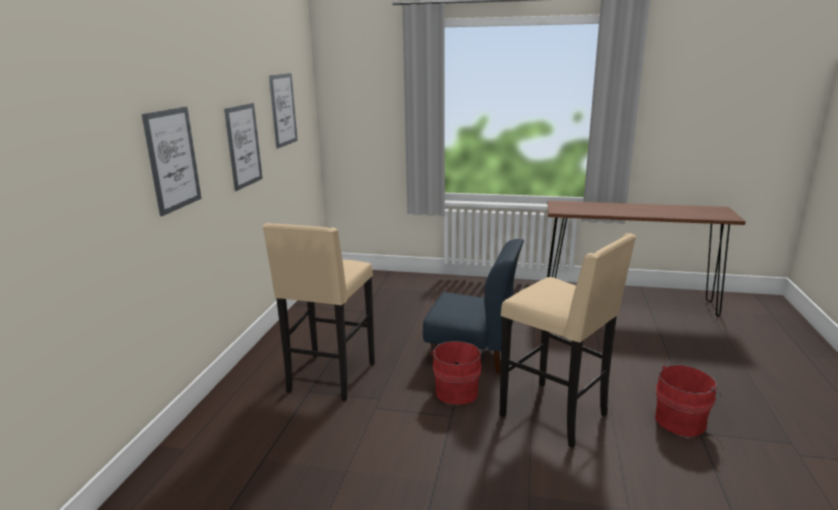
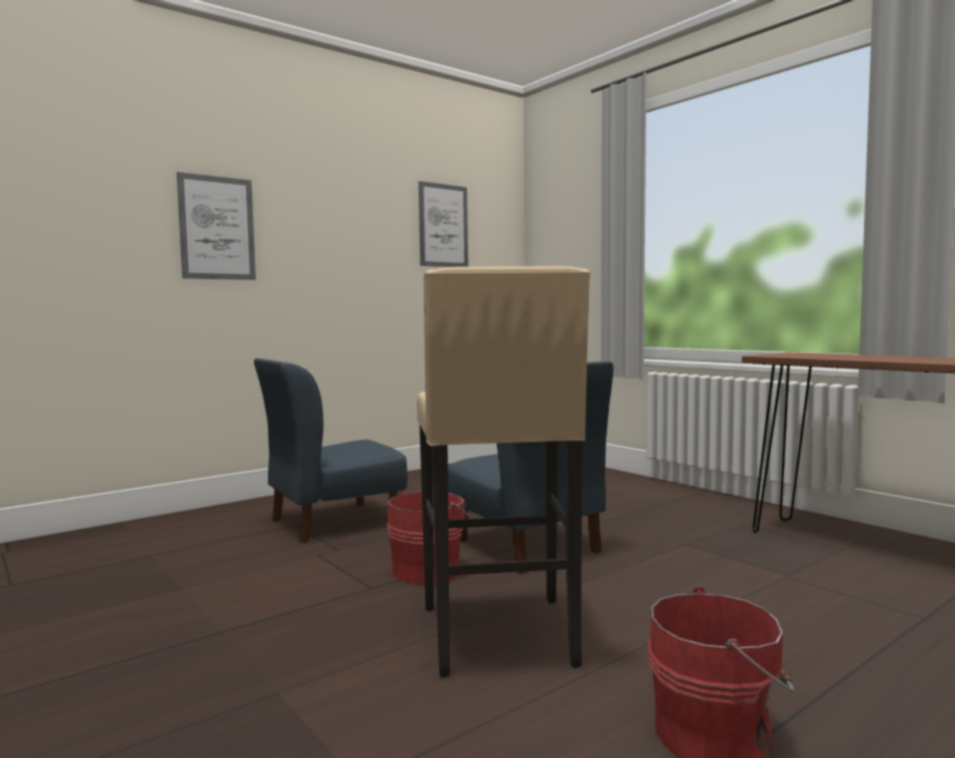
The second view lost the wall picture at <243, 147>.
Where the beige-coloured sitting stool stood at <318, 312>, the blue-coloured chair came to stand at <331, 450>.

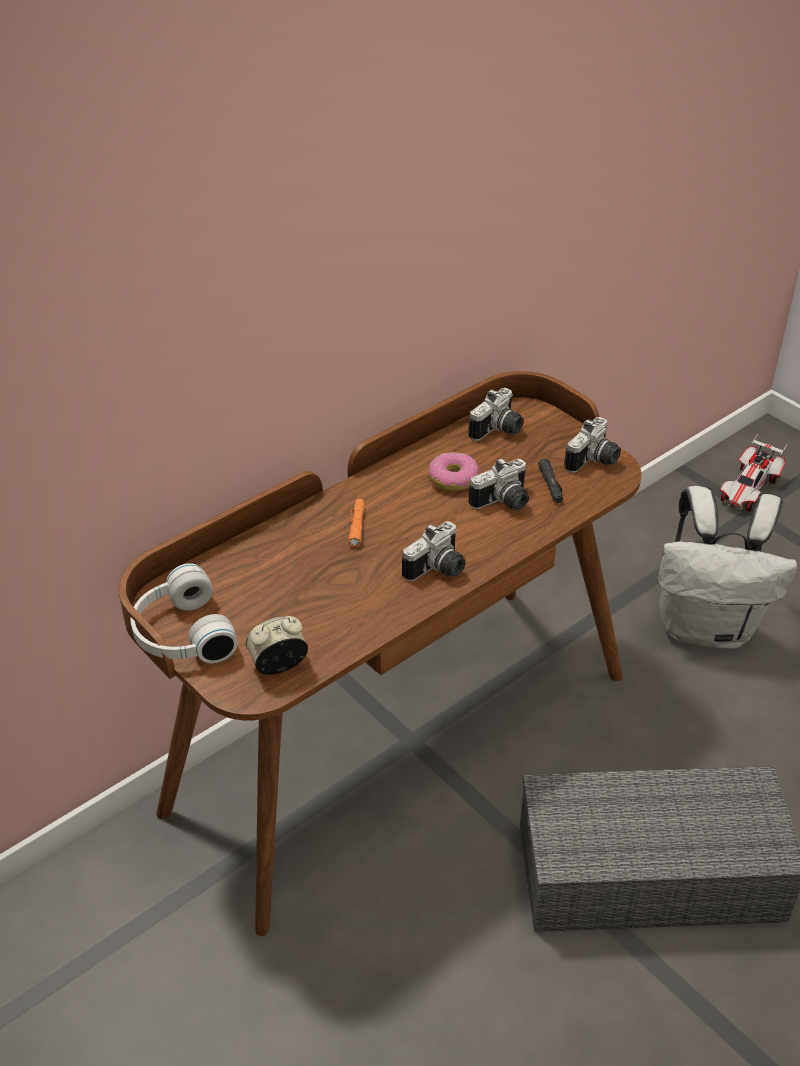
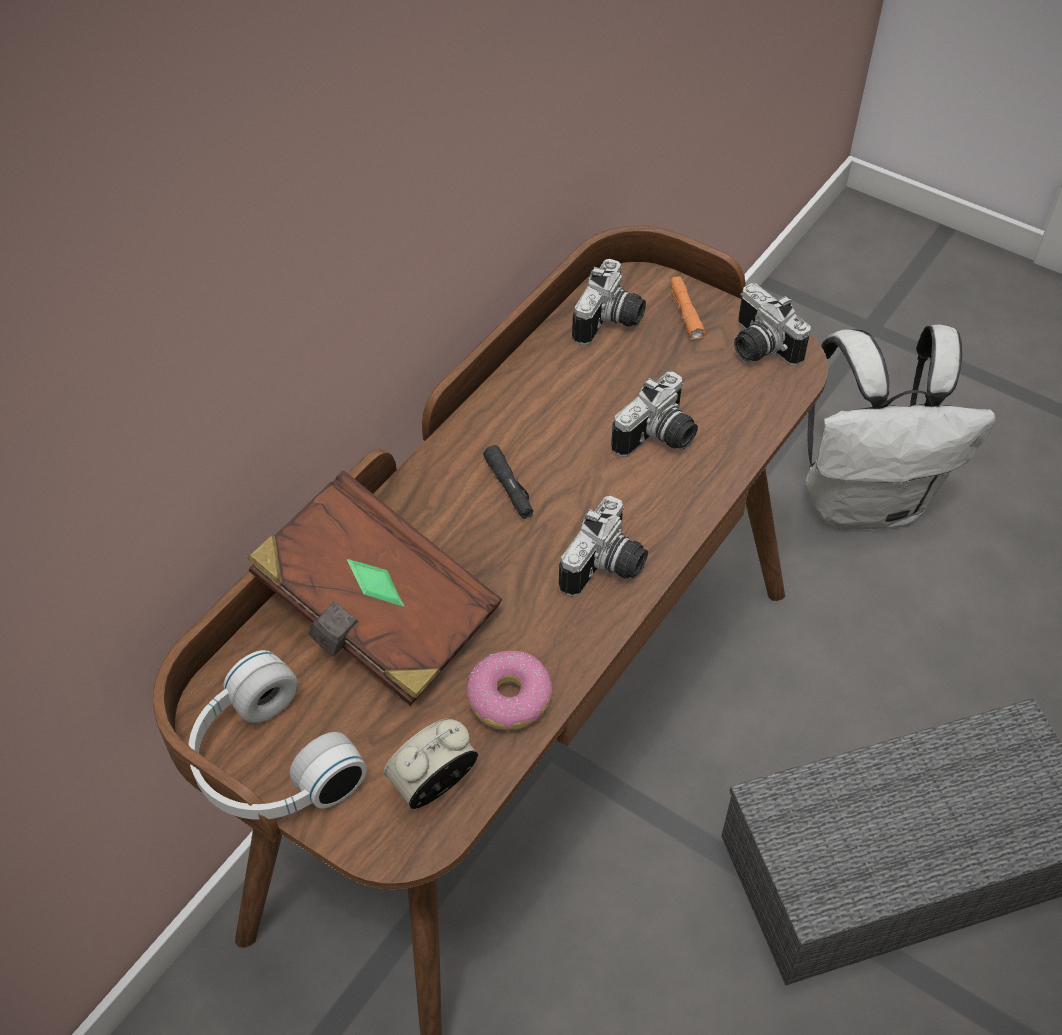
The second view lost the model car at <753, 473>.
The second view gained the brown-coloured volume at <375, 588>.
The orange-coloured hand torch ended up elsewhere, having gone from <356, 523> to <688, 308>.
The doughnut ended up elsewhere, having gone from <454, 471> to <509, 690>.
The blackish hand torch ended up elsewhere, having gone from <550, 480> to <508, 482>.
The still camera at <592, 445> ended up facing another way, 120 degrees clockwise from before.

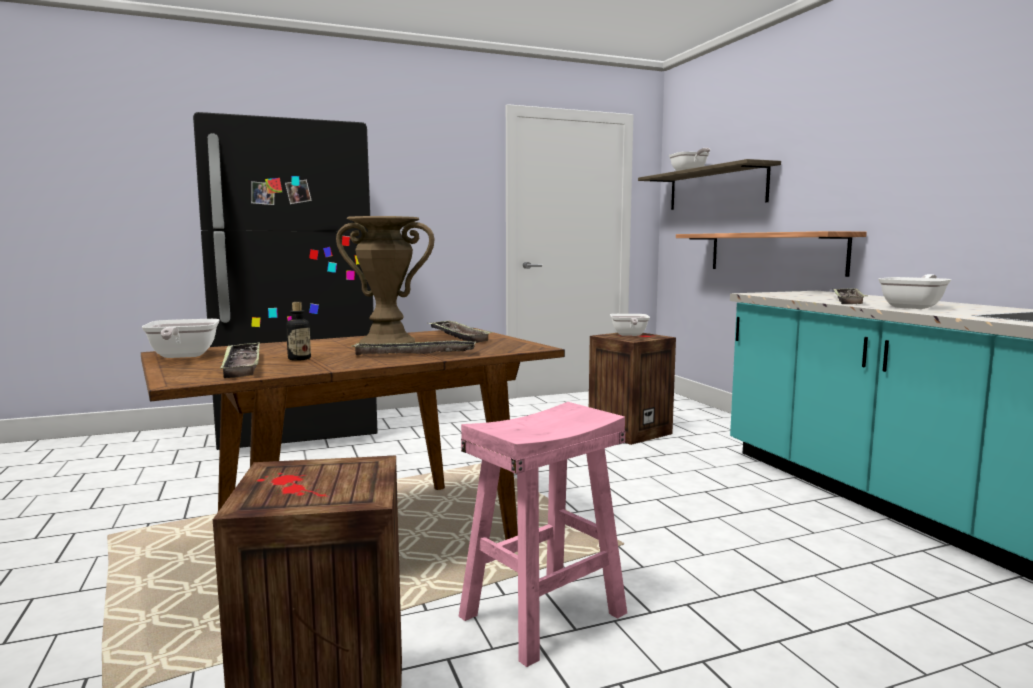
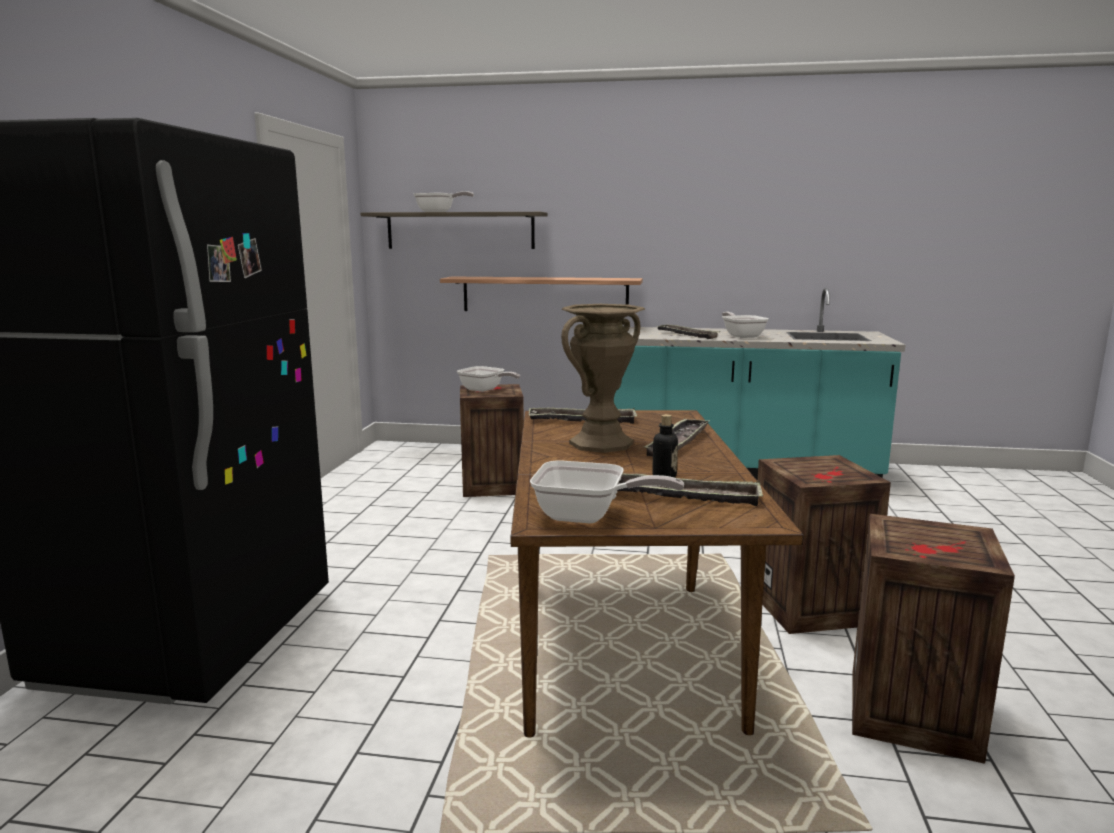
Where the pinkish sitting stool stood at <543, 534>, the shipping crate came to stand at <824, 544>.

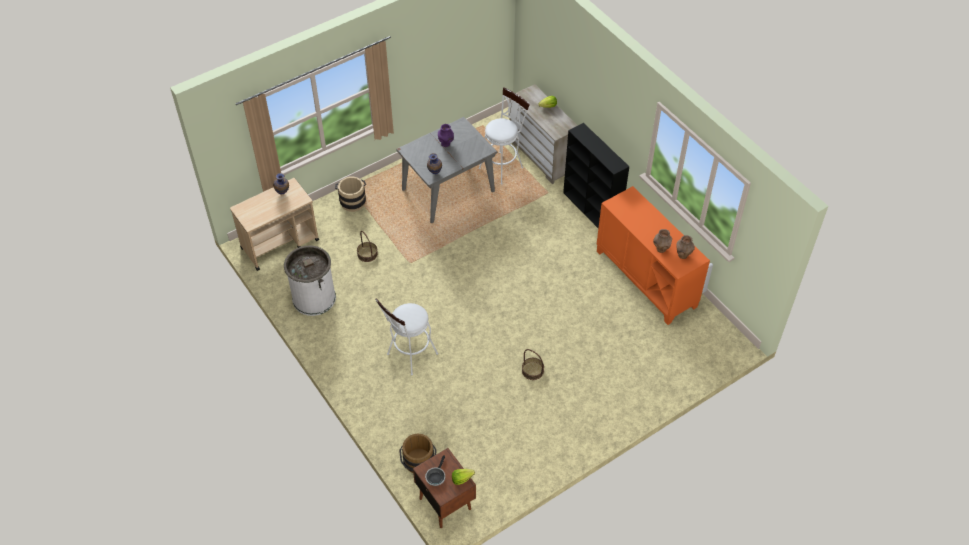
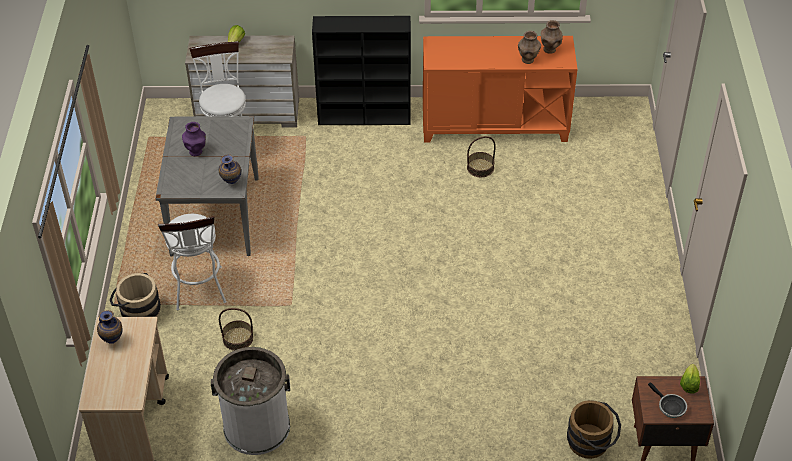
The white sitting stool ended up elsewhere, having gone from <406, 336> to <192, 262>.
The household basket ended up elsewhere, having gone from <533, 364> to <481, 156>.

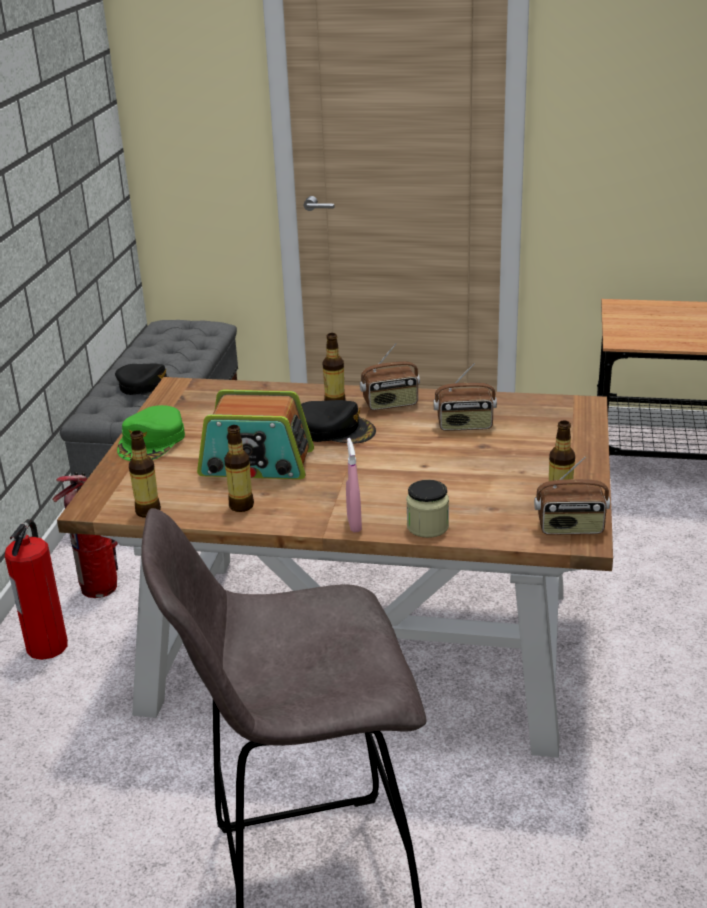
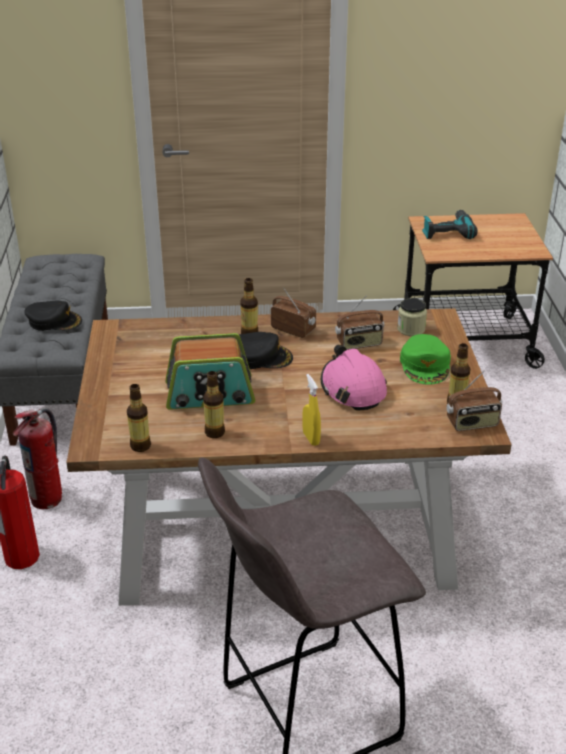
The second view gained the pinkish work helmet at <354, 377>.
The second view gained the drill at <450, 224>.
The green cap ended up elsewhere, having gone from <151, 433> to <425, 359>.
The preserve jar ended up elsewhere, having gone from <427, 509> to <412, 317>.
What was the pinkish spray bottle at <354, 485> turned into the yellow spray bottle at <311, 410>.
The radio receiver at <390, 376> ended up facing another way, 120 degrees counterclockwise from before.

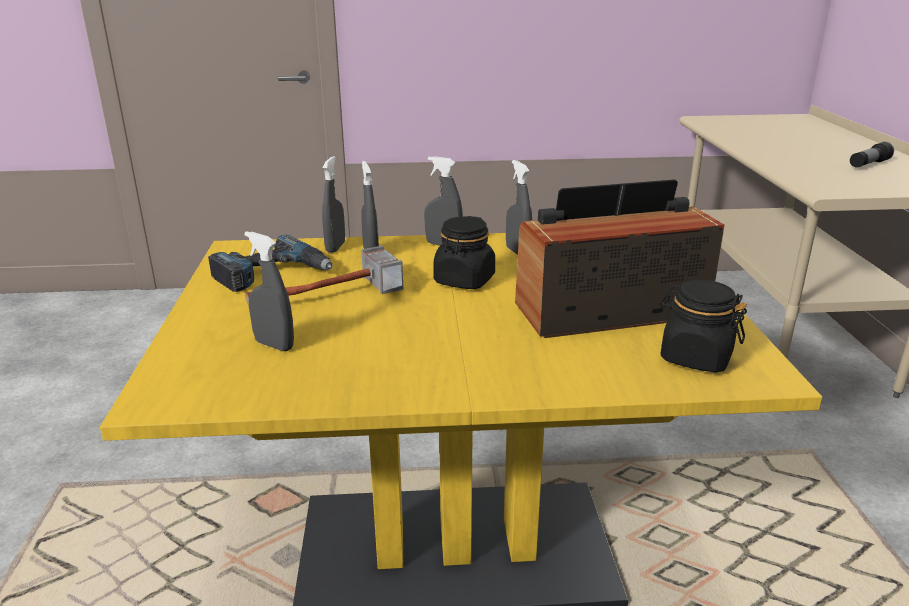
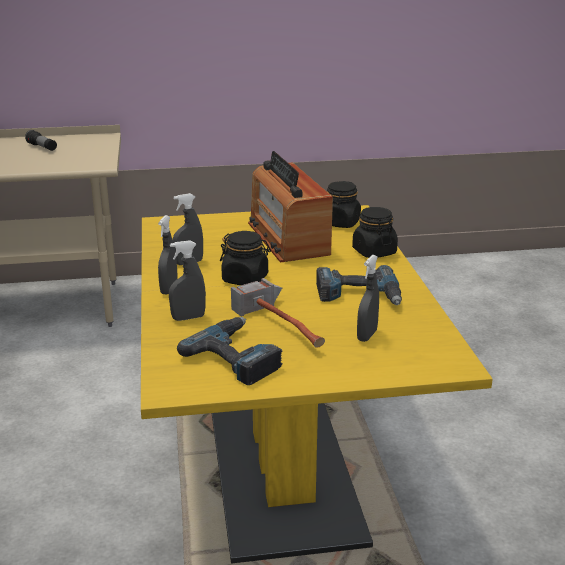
The second view lost the gray spray bottle at <333, 204>.
The second view gained the drill at <359, 285>.
The second view gained the blackish preserve jar at <375, 232>.

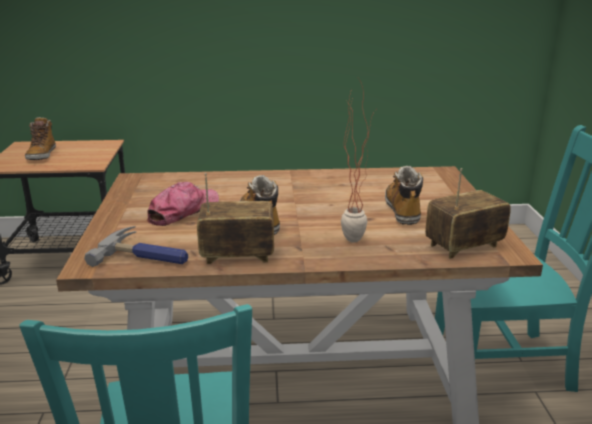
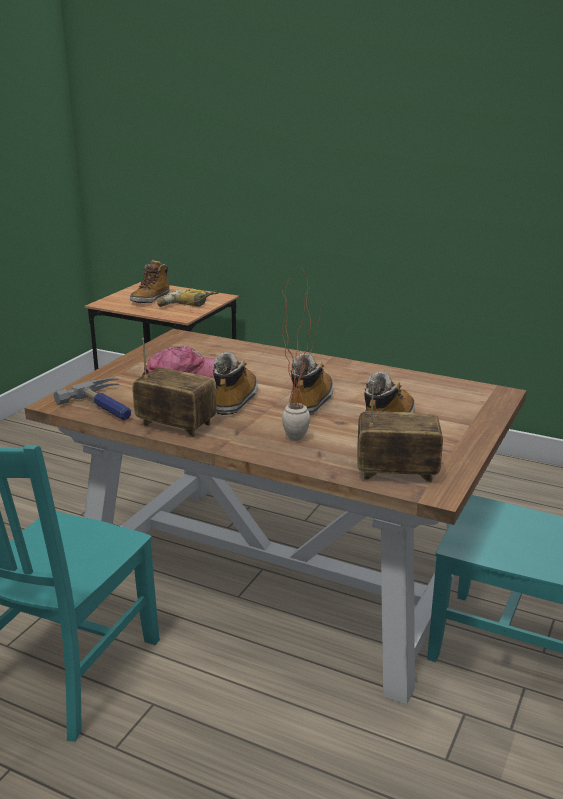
The second view gained the drill at <188, 298>.
The second view gained the high-top boot at <311, 384>.

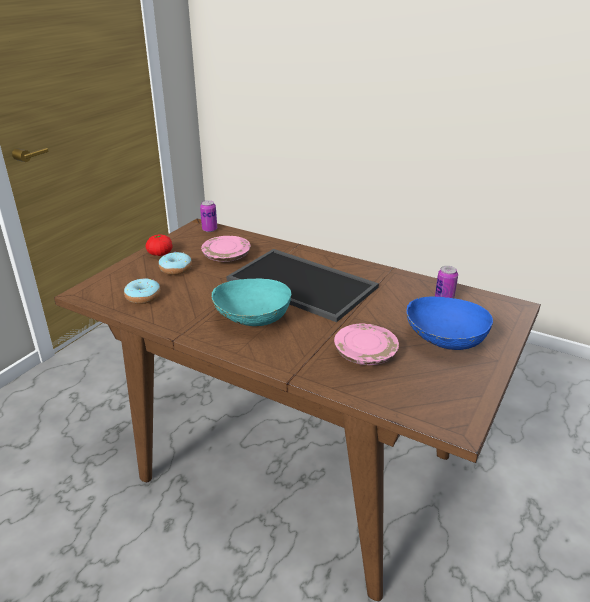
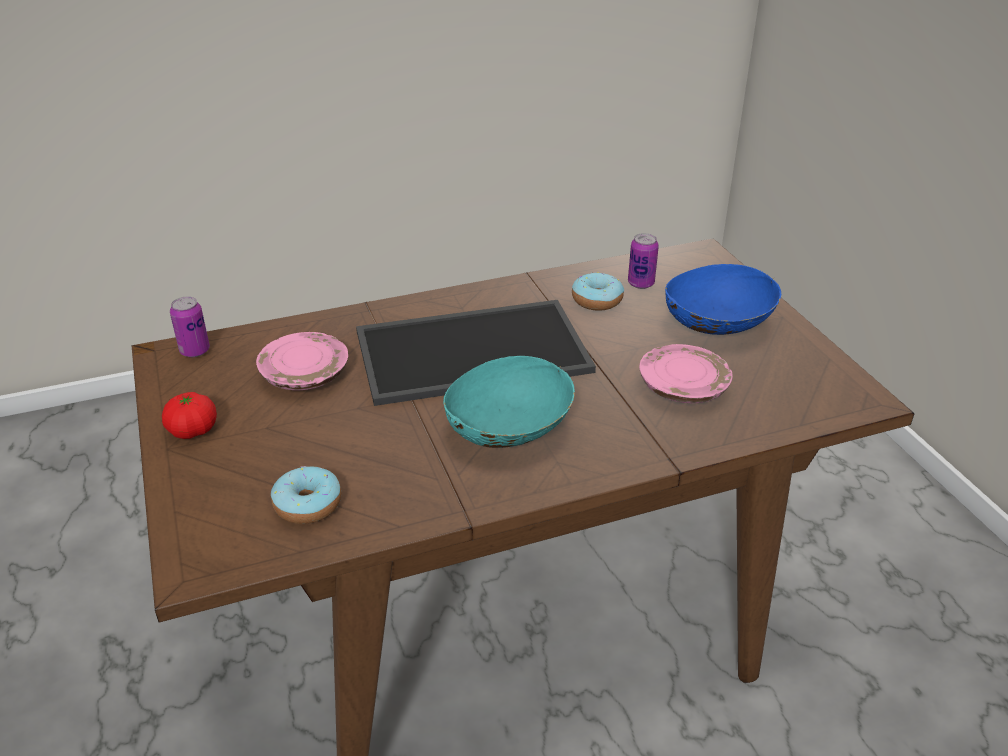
The doughnut ended up elsewhere, having gone from <175, 263> to <598, 291>.

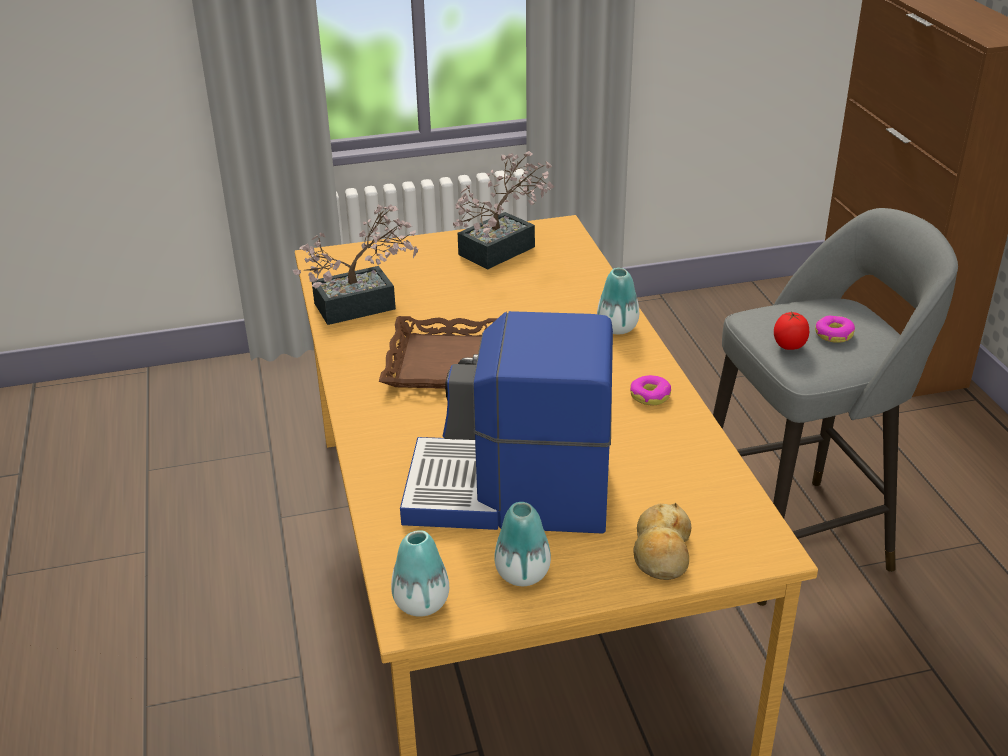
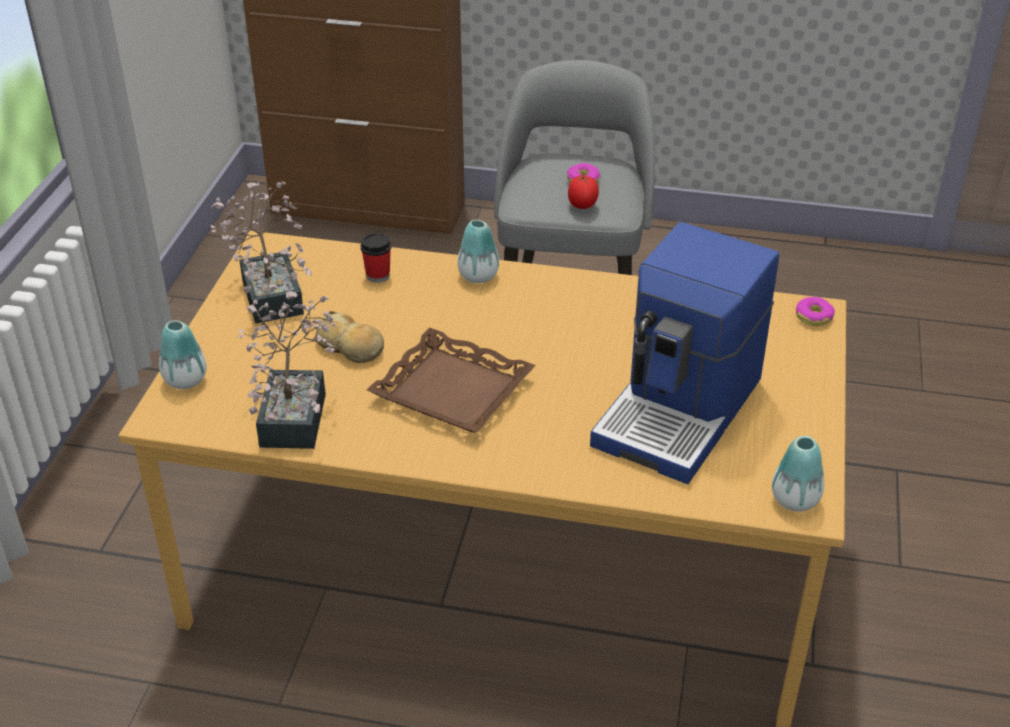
The second view gained the drinking cup at <375, 258>.
The flower vase ended up elsewhere, having gone from <522, 544> to <183, 354>.
The doughnut ended up elsewhere, having gone from <650, 390> to <815, 311>.
The baked bread ended up elsewhere, having gone from <662, 541> to <349, 337>.

